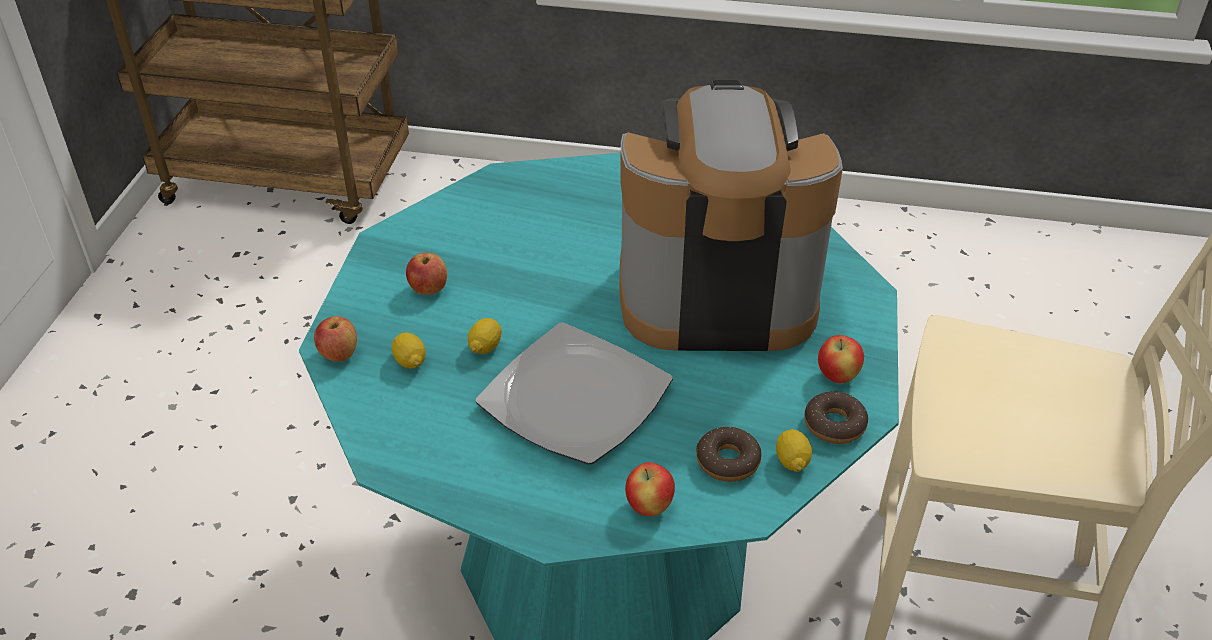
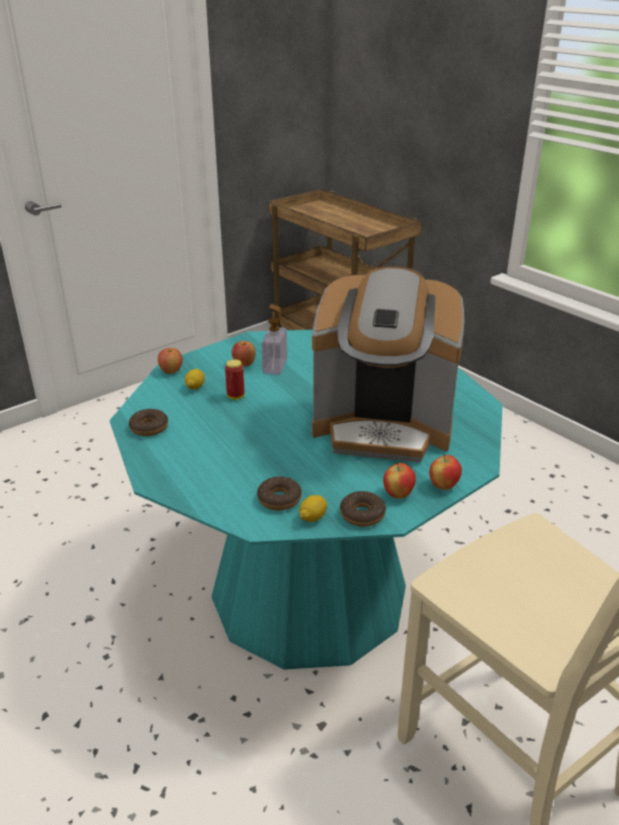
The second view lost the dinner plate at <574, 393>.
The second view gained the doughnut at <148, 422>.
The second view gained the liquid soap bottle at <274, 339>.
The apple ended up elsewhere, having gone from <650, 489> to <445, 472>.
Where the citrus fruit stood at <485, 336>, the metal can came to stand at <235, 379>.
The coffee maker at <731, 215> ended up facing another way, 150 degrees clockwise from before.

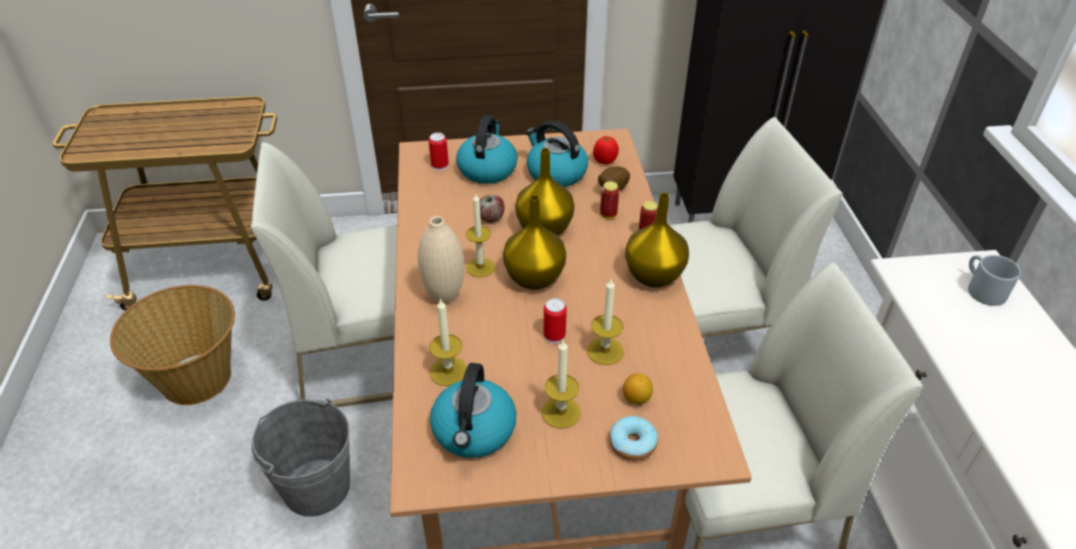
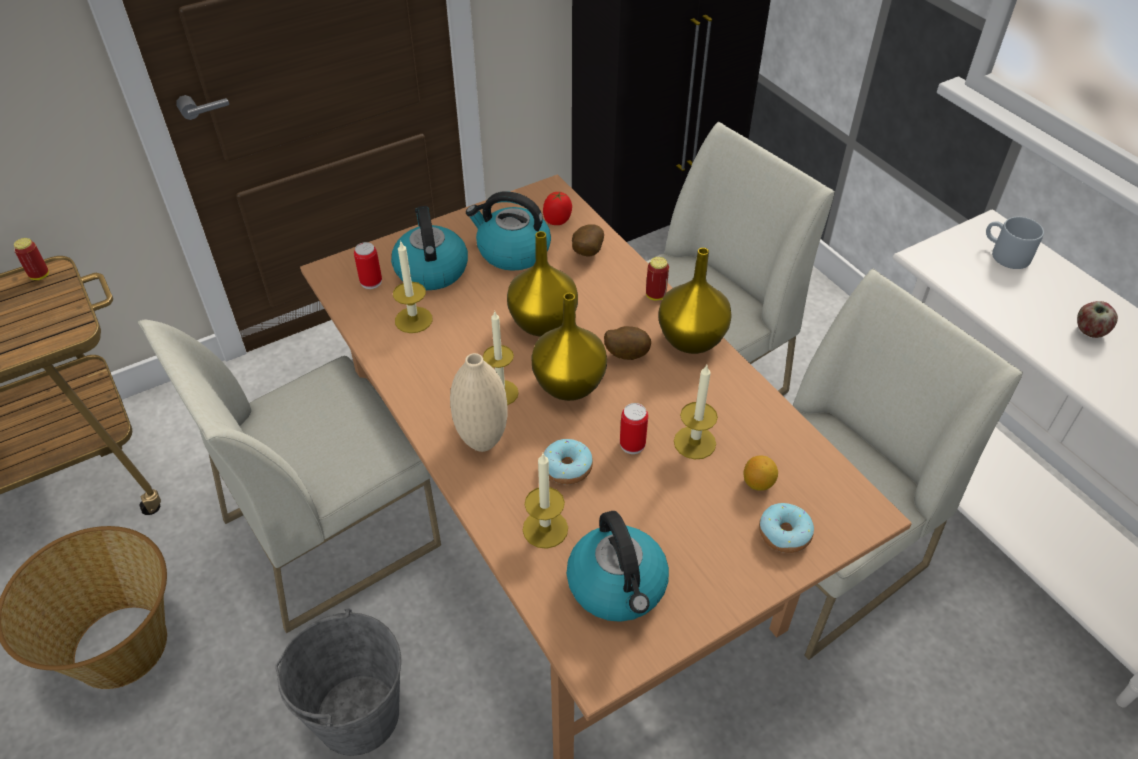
The second view gained the doughnut at <568, 462>.
The second view gained the whole potato at <627, 343>.
The apple ended up elsewhere, having gone from <492, 209> to <1097, 319>.
The wax candle ended up elsewhere, having gone from <561, 384> to <412, 286>.
The metal can ended up elsewhere, having gone from <609, 200> to <31, 259>.

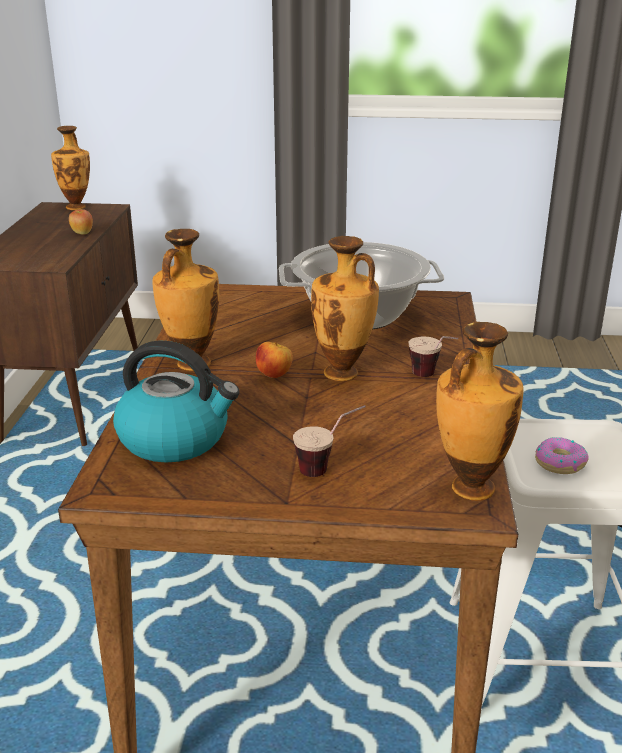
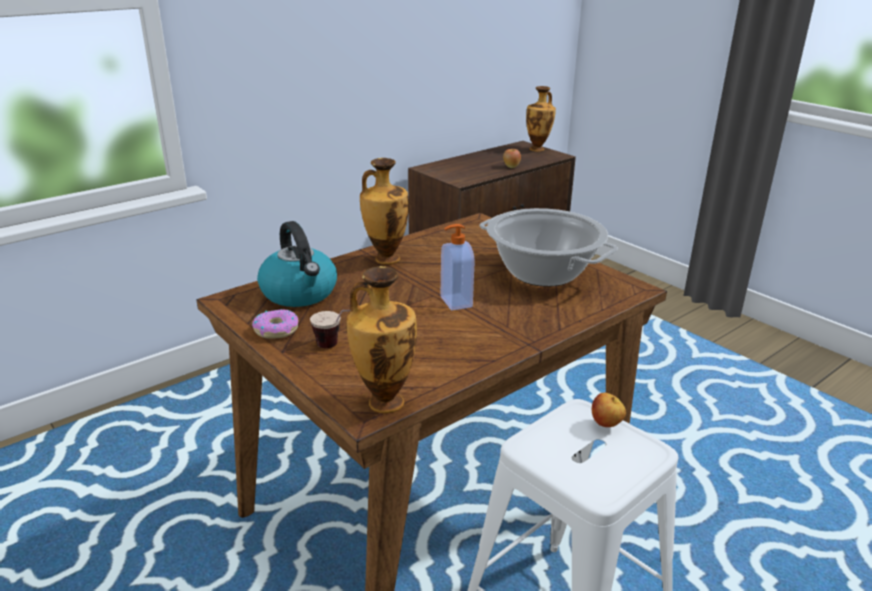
The second view lost the drinking cup at <433, 356>.
The apple ended up elsewhere, having gone from <274, 360> to <609, 410>.
The doughnut ended up elsewhere, having gone from <562, 455> to <275, 324>.
Where the flower vase stood at <345, 308>, the liquid soap bottle came to stand at <458, 267>.

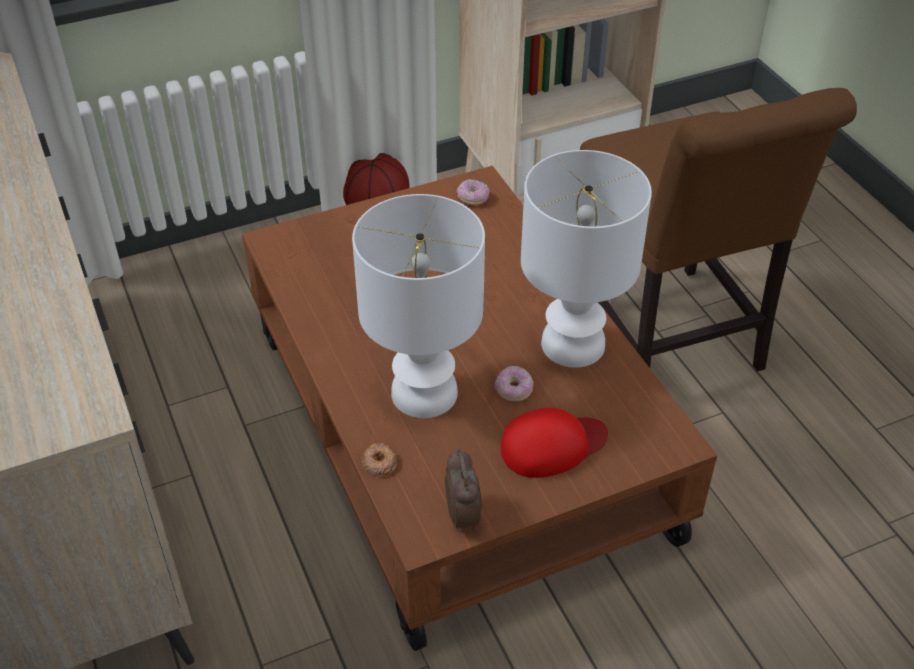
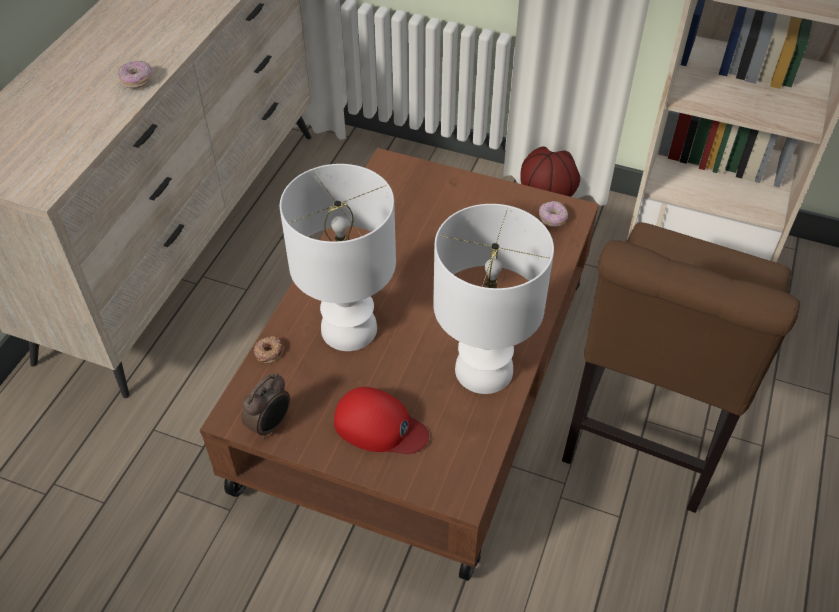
The doughnut ended up elsewhere, having gone from <514, 383> to <135, 75>.

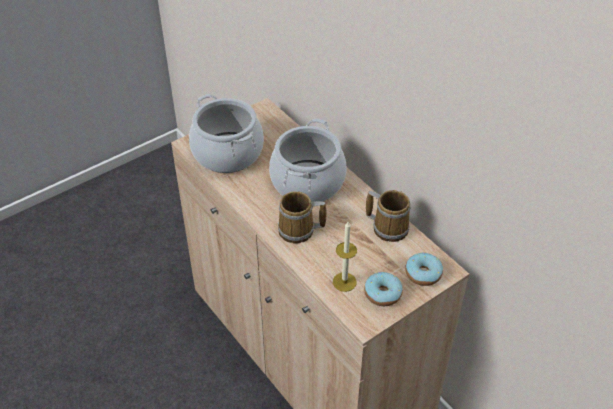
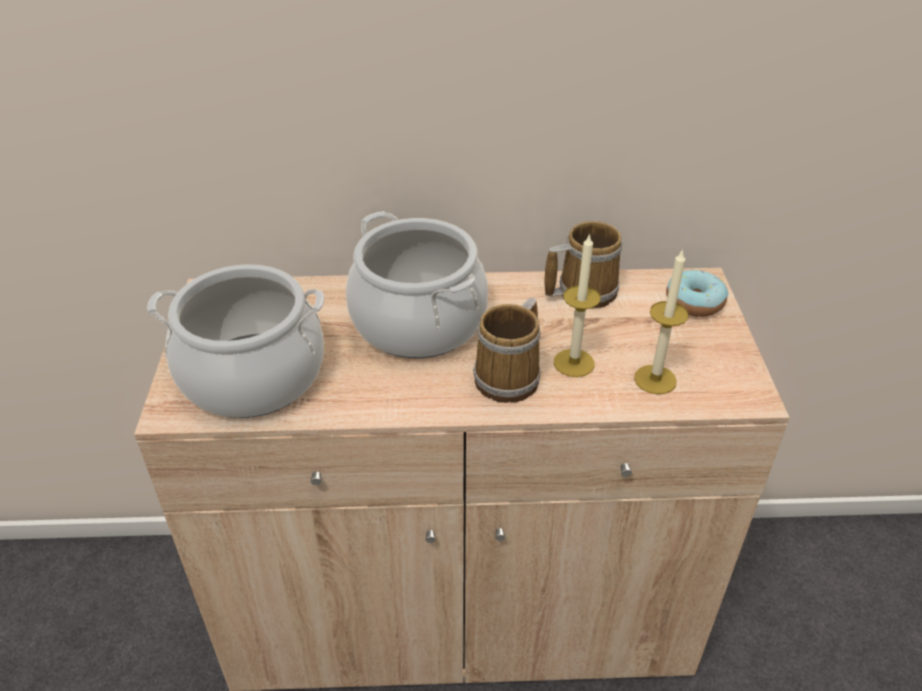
The second view lost the doughnut at <383, 289>.
The second view gained the wax candle at <577, 305>.

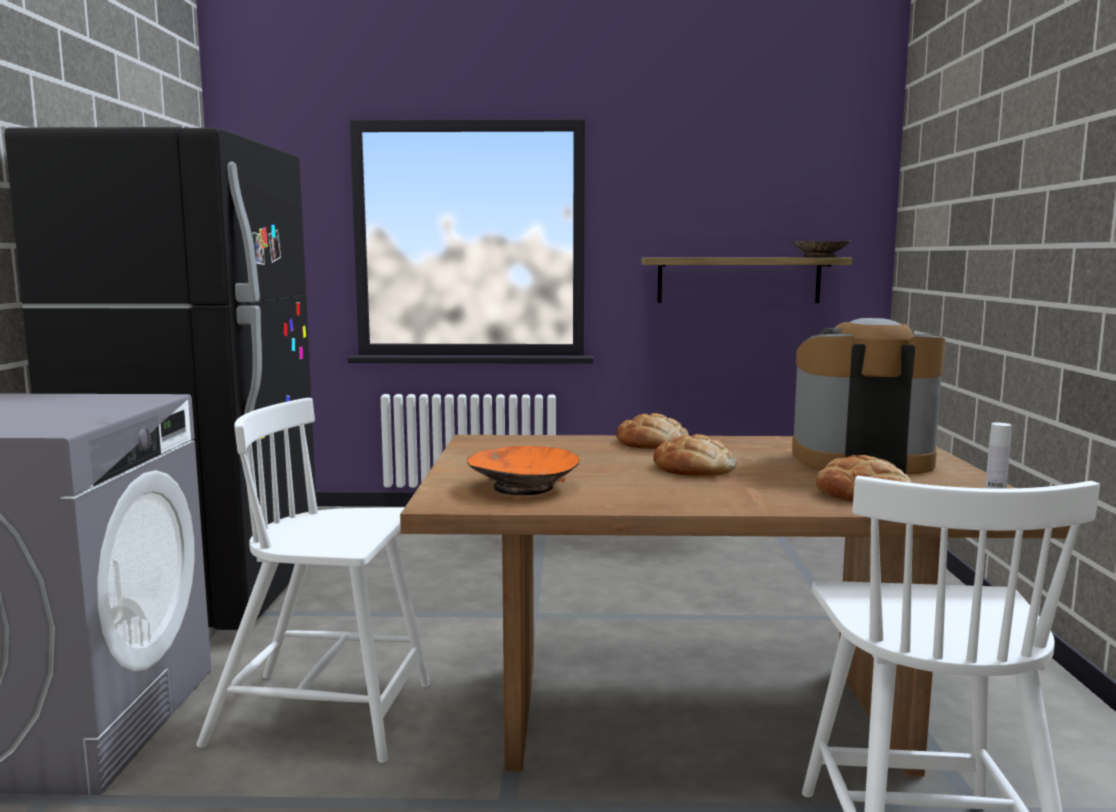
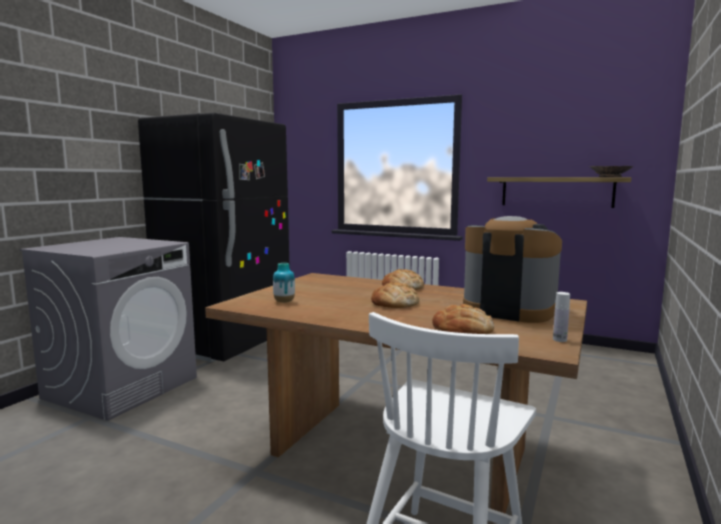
The second view lost the white chair at <313, 580>.
Where the orange-coloured bowl stood at <523, 470>, the flower vase came to stand at <284, 283>.

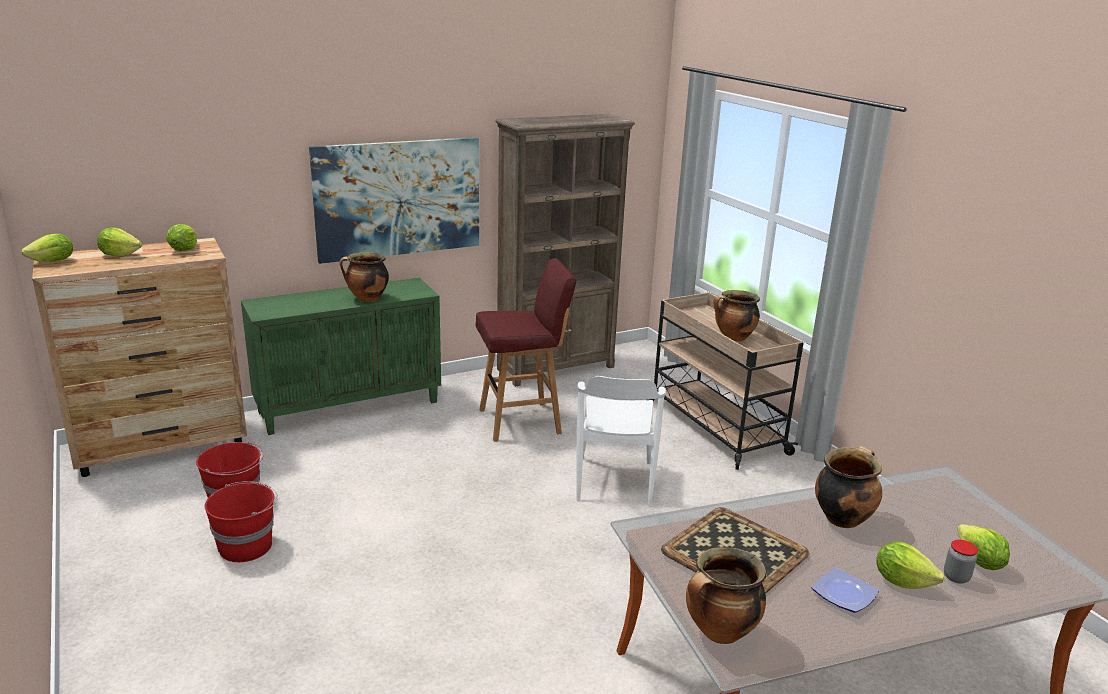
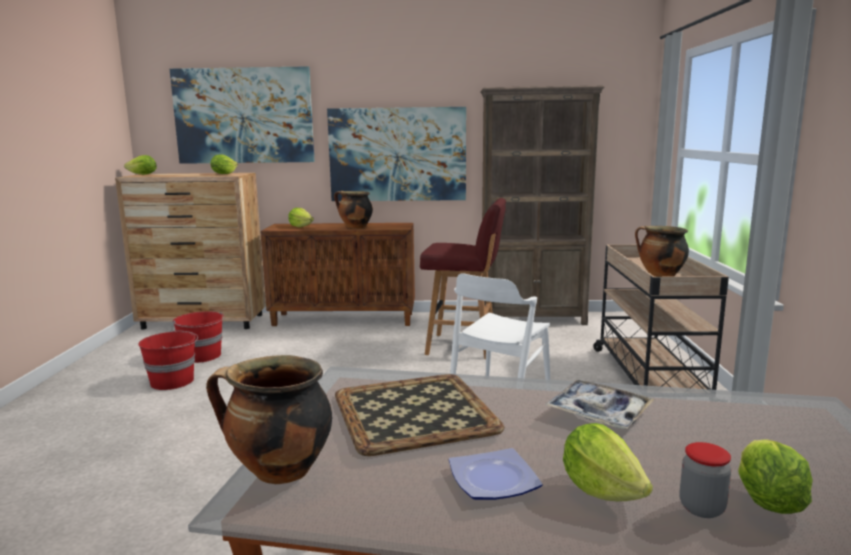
The second view gained the wall picture at <242, 115>.
The lettuce ended up elsewhere, having gone from <119, 242> to <301, 218>.
Where the stockpot stood at <848, 487>, the tray came to stand at <600, 404>.
What was the green cabinet at <341, 356> turned into the brown-coloured cabinet at <337, 274>.

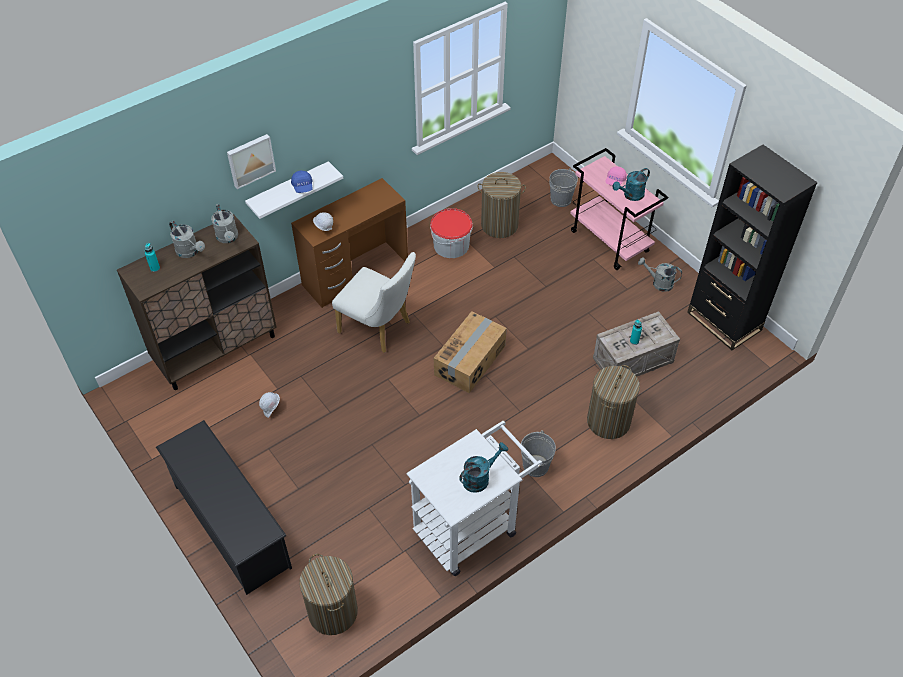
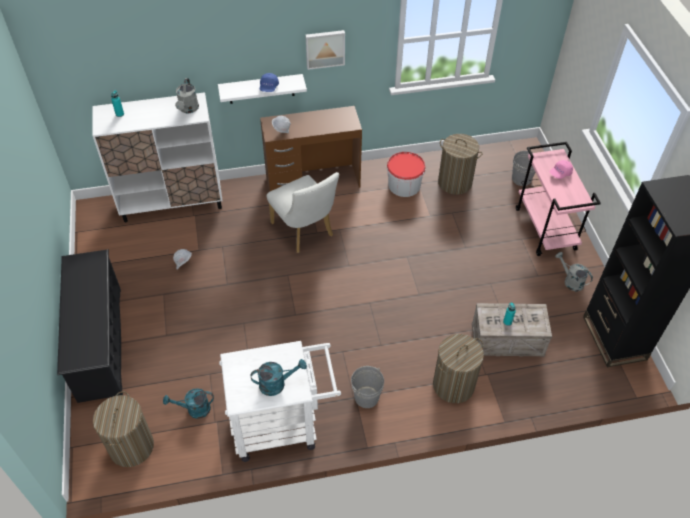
The second view lost the gray watering can at <187, 239>.
The second view lost the carton at <470, 352>.
The wall picture ended up elsewhere, having gone from <251, 161> to <325, 50>.
The turquoise watering can ended up elsewhere, having gone from <631, 184> to <188, 403>.
What was the brown-coloured cabinet at <197, 302> turned into the white cabinet at <157, 157>.

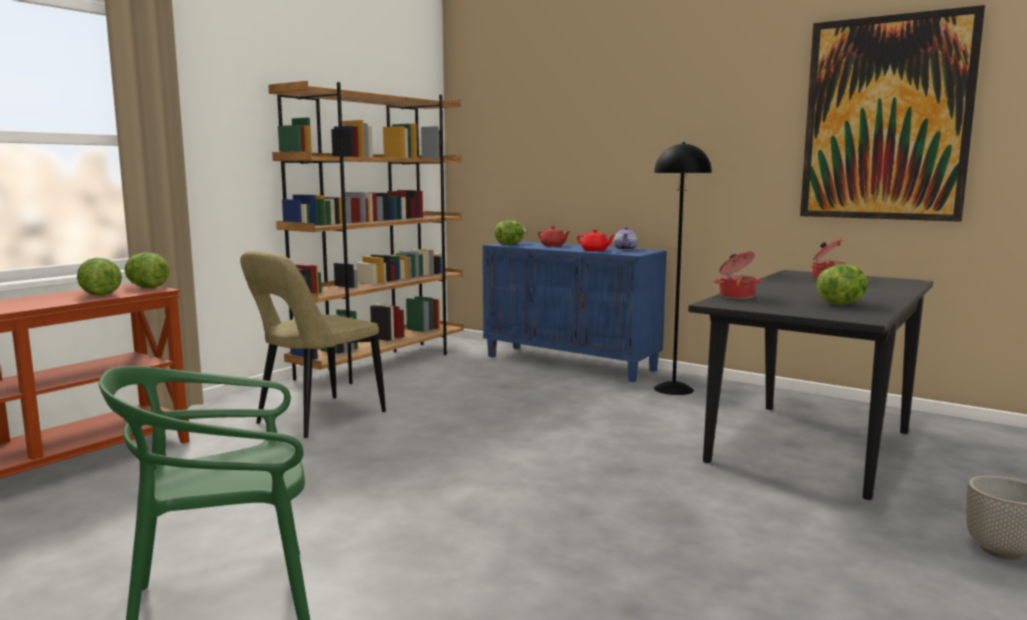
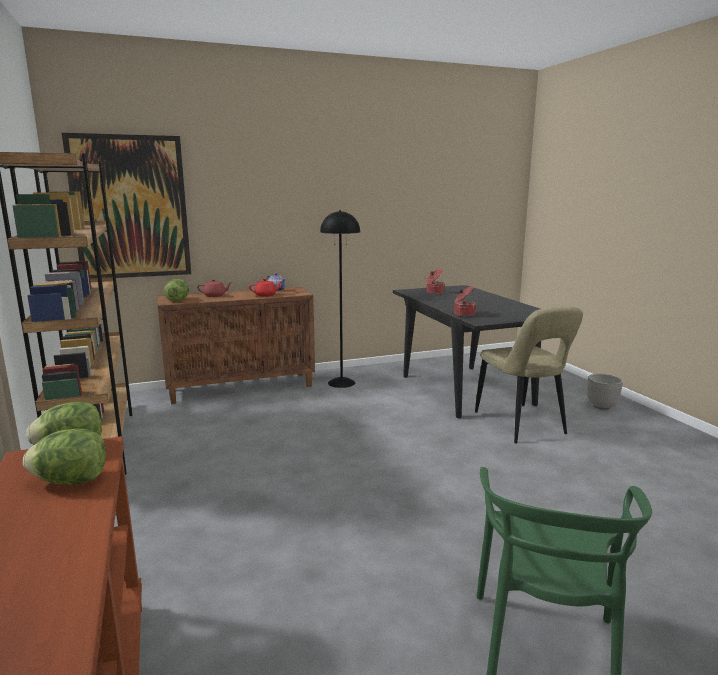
The second view lost the lettuce at <842, 284>.
The beige-coloured chair ended up elsewhere, having gone from <313, 344> to <529, 374>.
The wall picture ended up elsewhere, having gone from <892, 113> to <126, 205>.
What was the blue-coloured cabinet at <575, 311> turned into the brown-coloured cabinet at <236, 345>.

